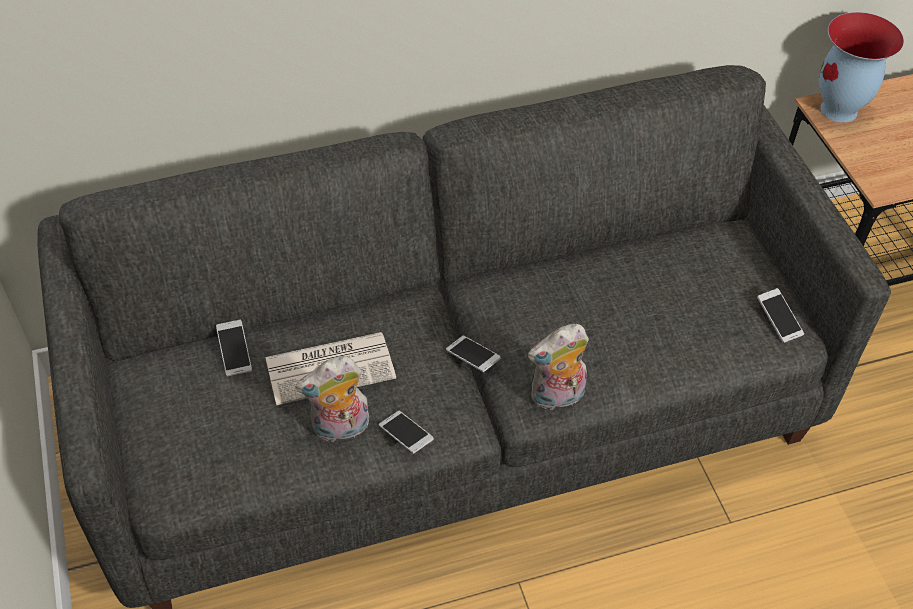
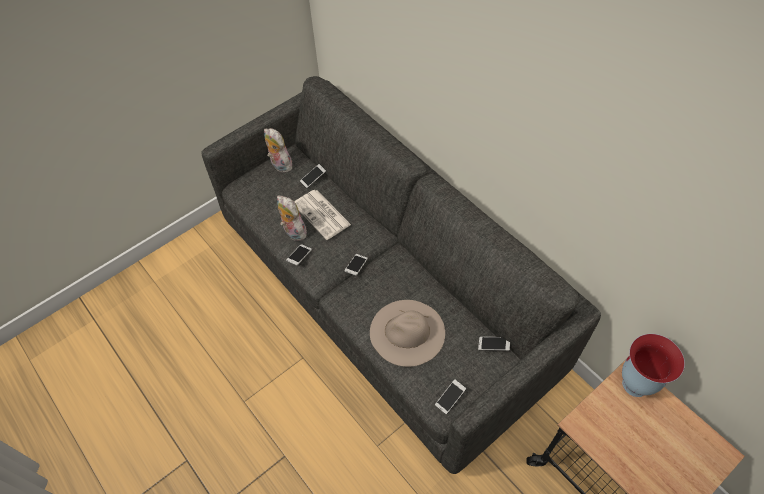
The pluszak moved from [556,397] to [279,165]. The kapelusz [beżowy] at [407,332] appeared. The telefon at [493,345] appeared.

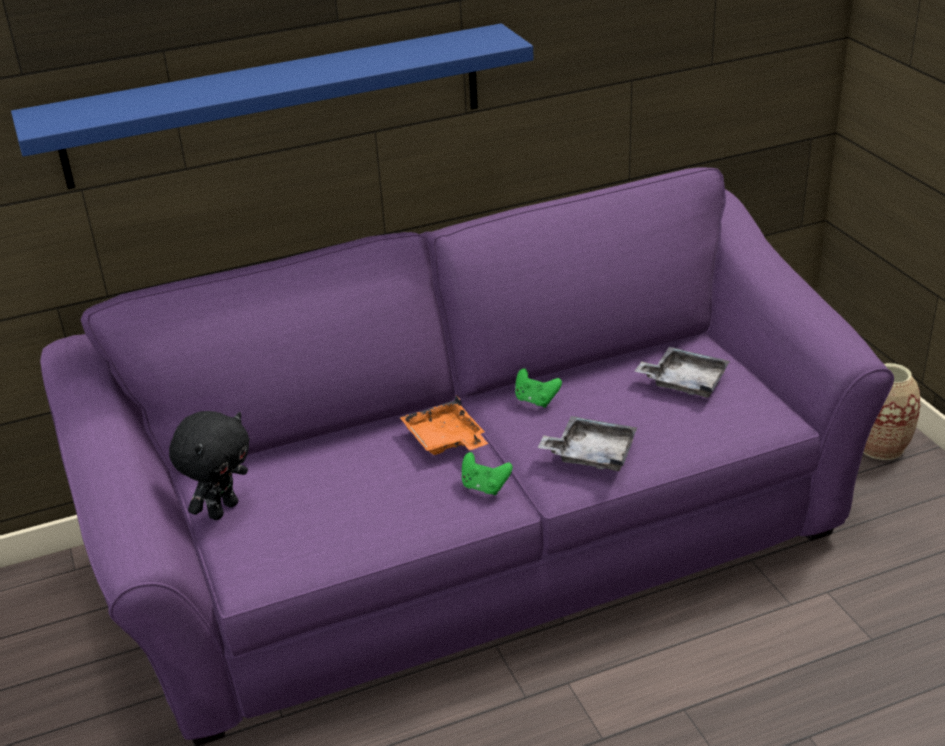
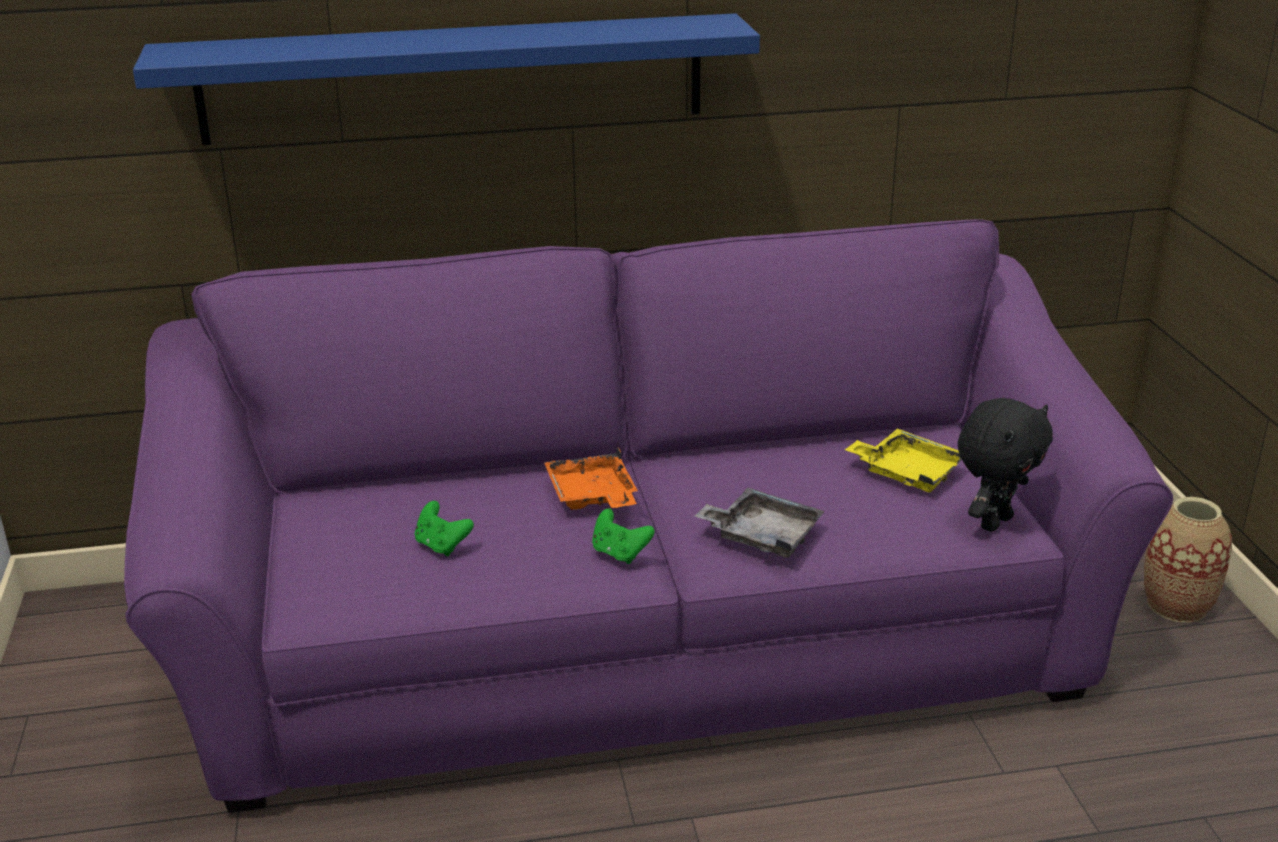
The taca [szary] at [684,382] became the taca [żółty] at [907,472]. The pad do gier [zielony] moved from [536,400] to [442,545]. The pluszak [czarny] moved from [222,509] to [994,522].

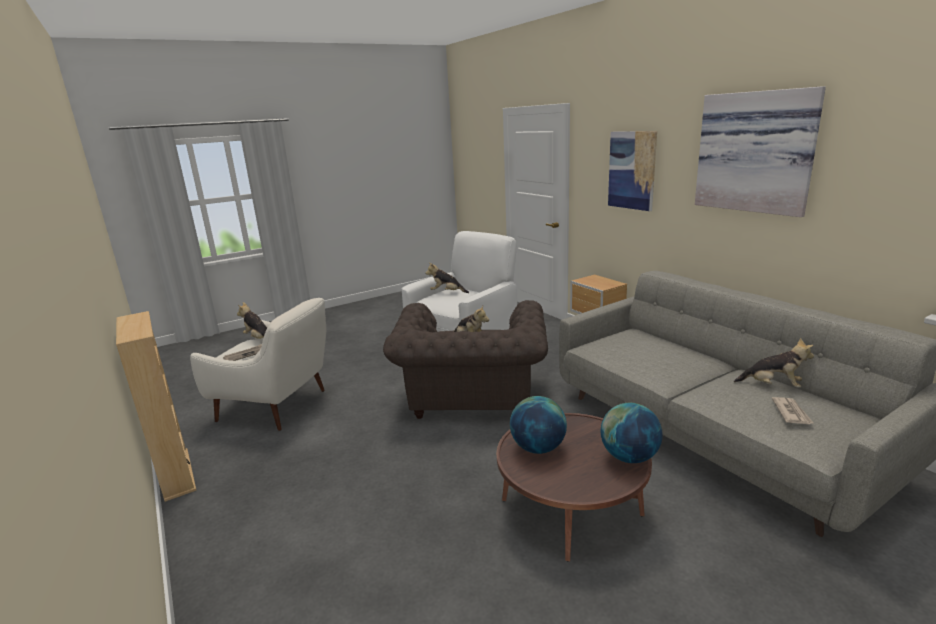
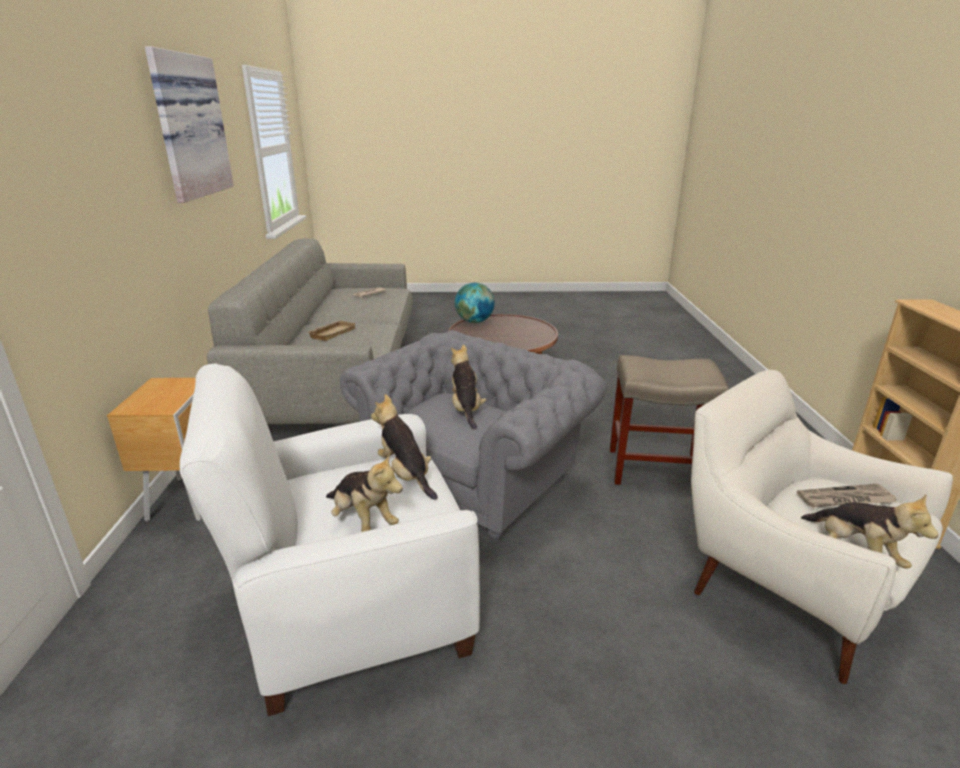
The obraz at [632,170] disappeared. The fotel [brązowy] at [471,399] became the fotel [szary] at [476,478]. The pluszak moved from [772,386] to [406,475]. The globus at [538,448] disappeared. The taca [beżowy] at [332,333] appeared. The stołek [beżowy] at [654,469] appeared.

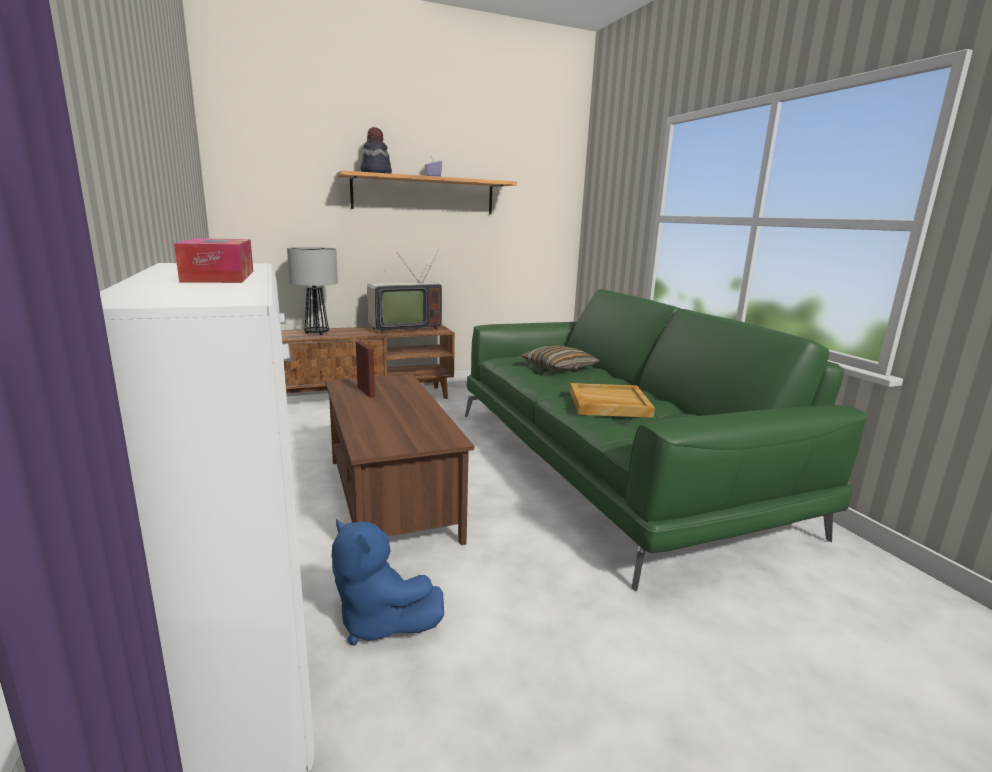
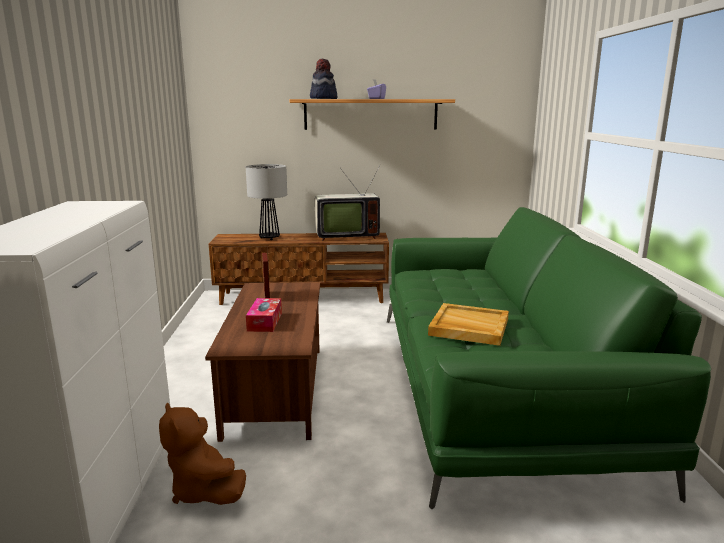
The pudełko chusteczek moved from [219,276] to [265,322]. The poduszka at [559,368] disappeared. The pluszak [niebieski] at [379,622] became the pluszak [brązowy] at [204,491].

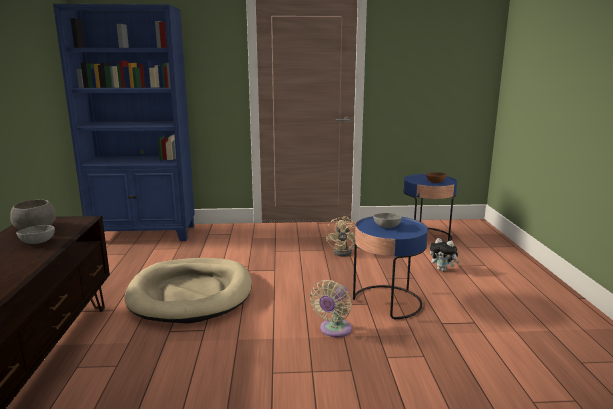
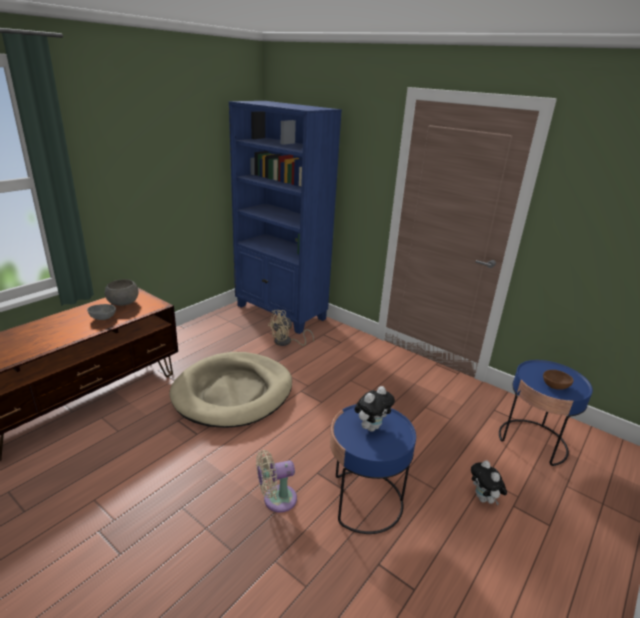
The miska [szary] at [386,226] was replaced by the pluszak at [371,427]. The wentylator [beżowy] moved from [346,252] to [286,342].

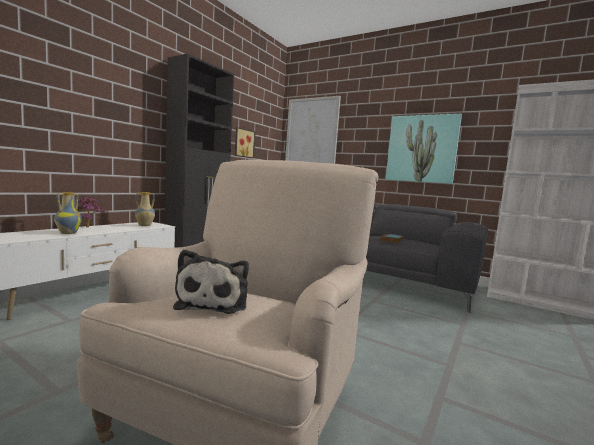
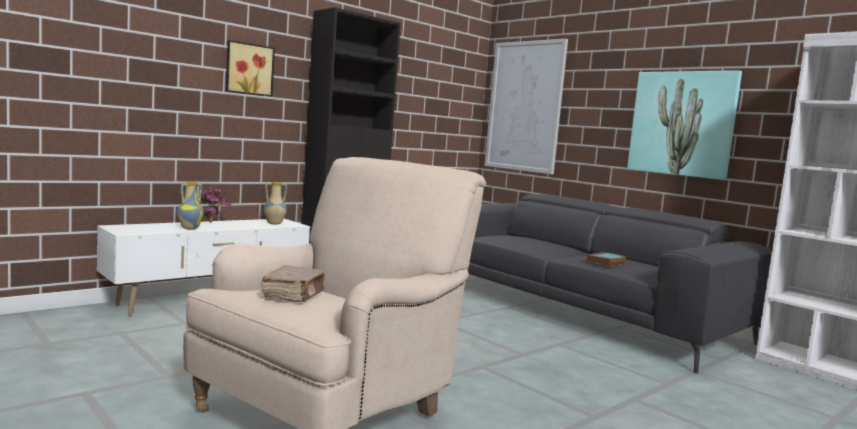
The obraz moved from [243,143] to [249,69]. The pluszak at [214,302] was replaced by the książka [brązowy] at [294,295].

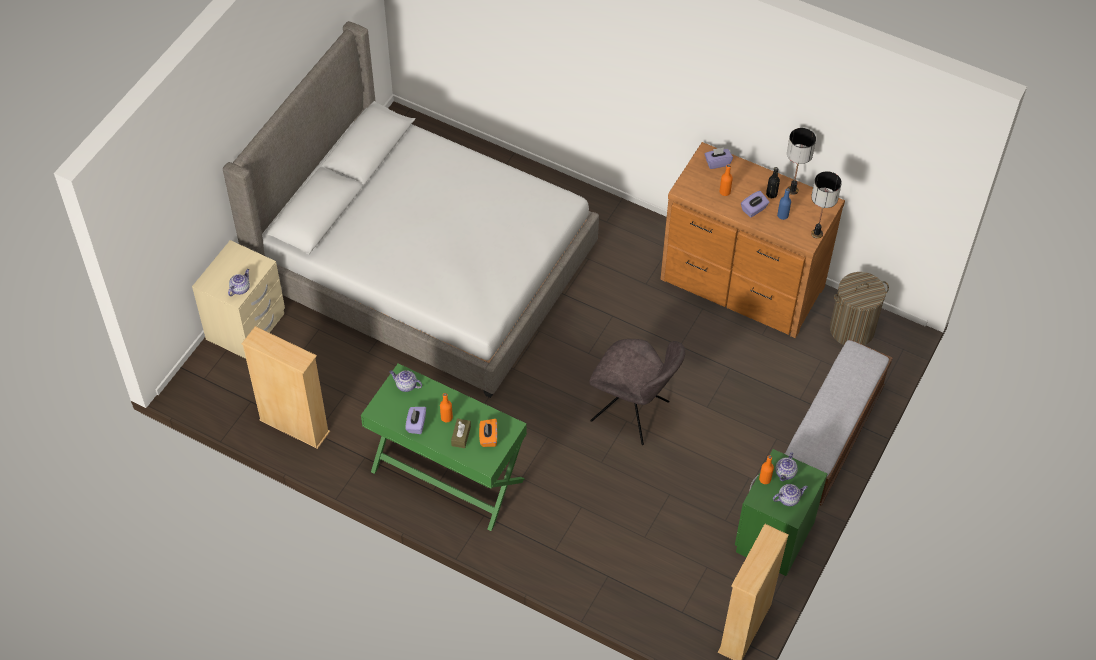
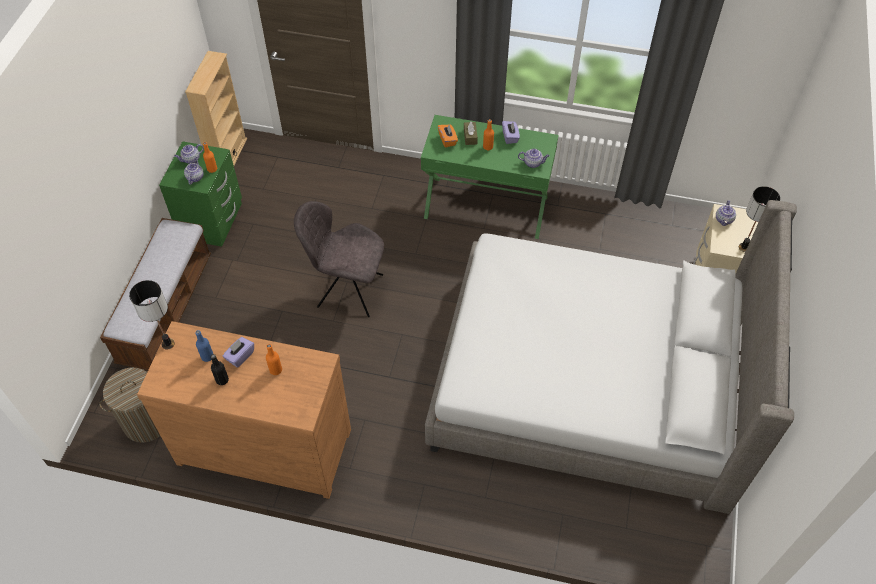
The lampa stołowa moved from [792,190] to [744,247]. The pudełko chusteczek [fioletowy] at [717,163] disappeared. The regał [beżowy] at [294,426] disappeared.

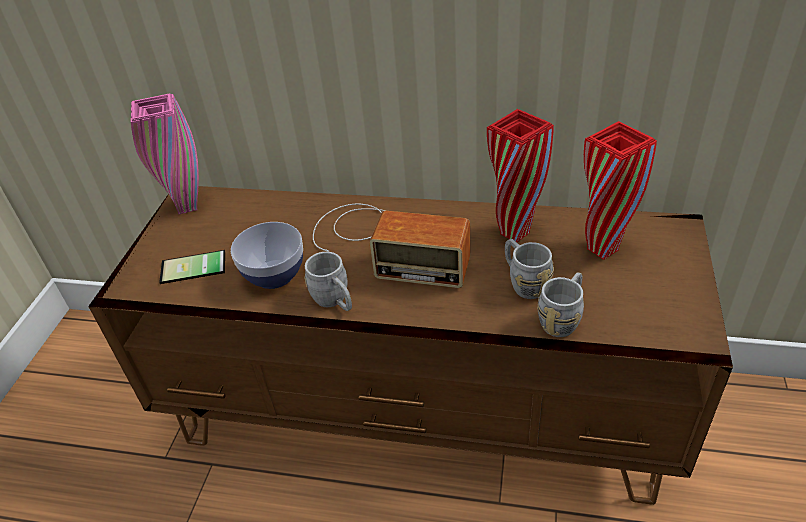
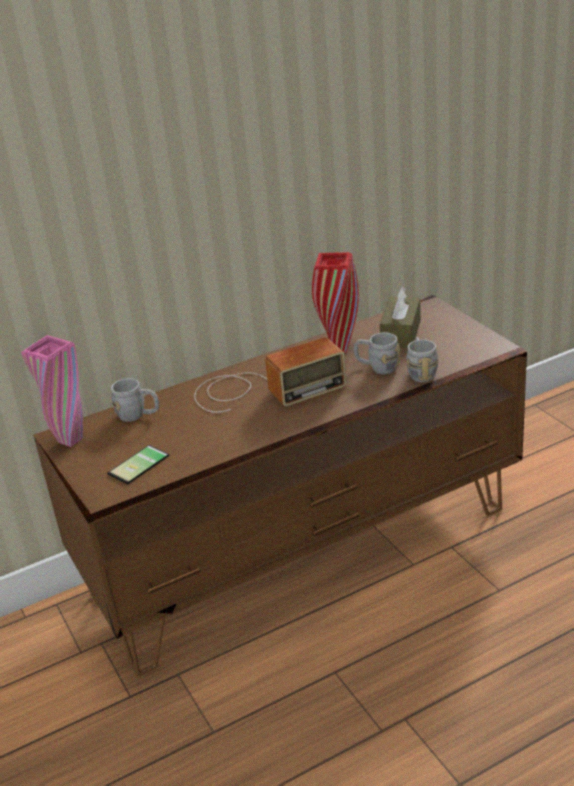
The wazon [czerwony] at [602,249] was replaced by the pudełko chusteczek [brązowy] at [401,333]. The miska at [274,275] disappeared. The kubek [szary] moved from [335,301] to [138,415].

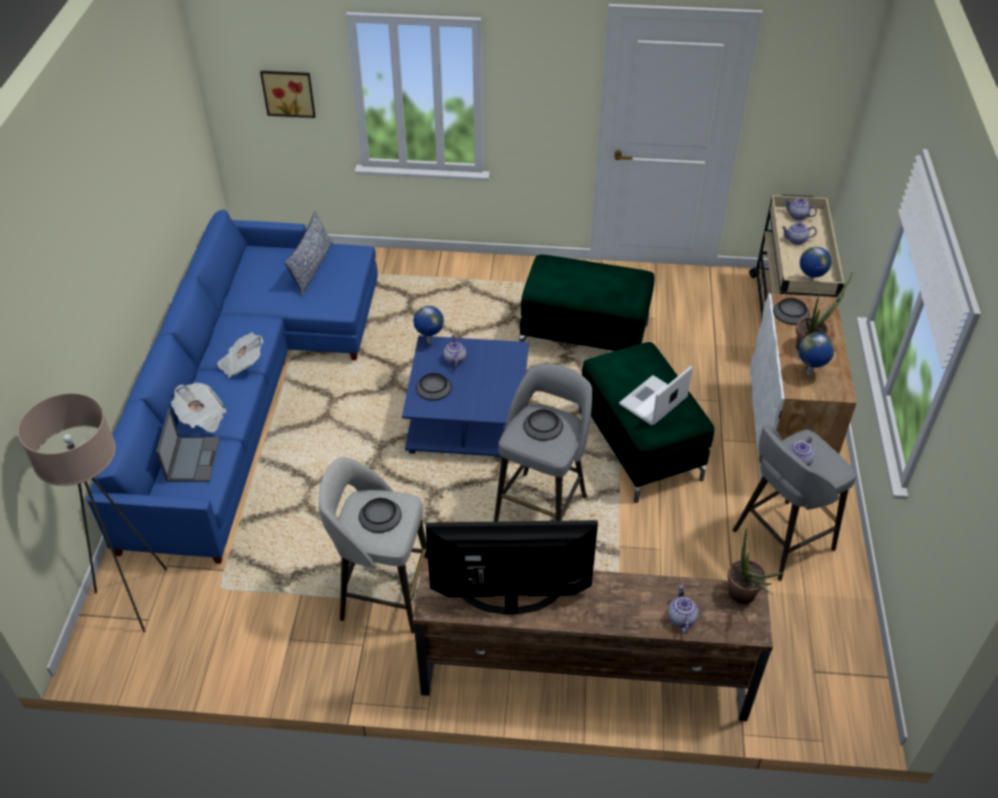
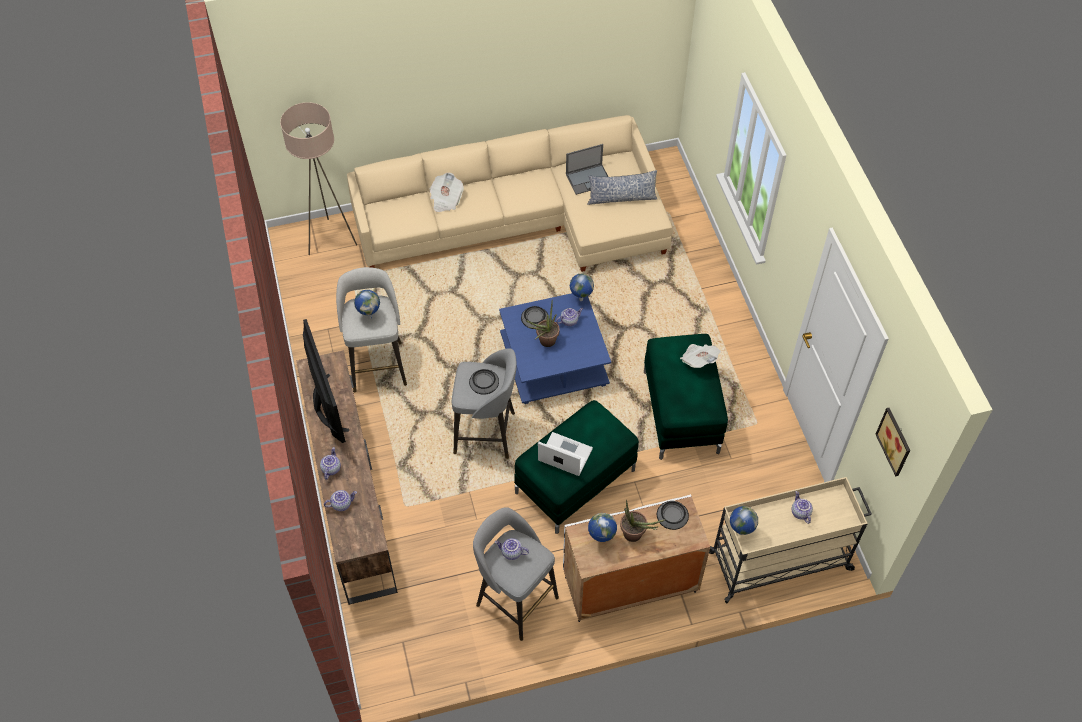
The obraz moved from [289,92] to [896,441]. The imbryk moved from [797,216] to [330,468]. The kanapa [niebieski] at [245,389] became the kanapa [beżowy] at [523,220]. The gazeta moved from [242,364] to [699,360]. The laptop moved from [193,459] to [589,179]. The miska at [380,515] was replaced by the globus at [369,316]. The roślina doniczkowa moved from [745,598] to [544,342].

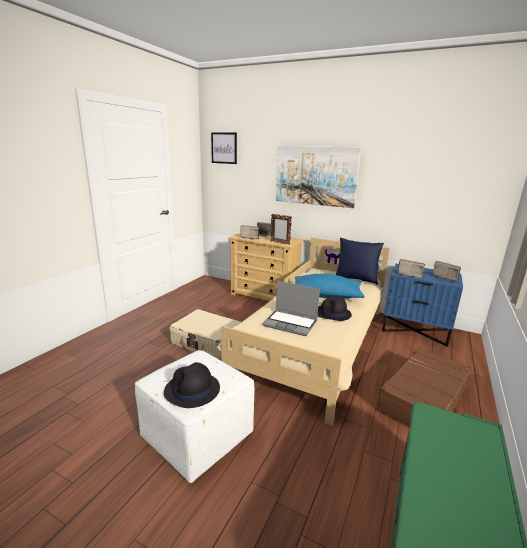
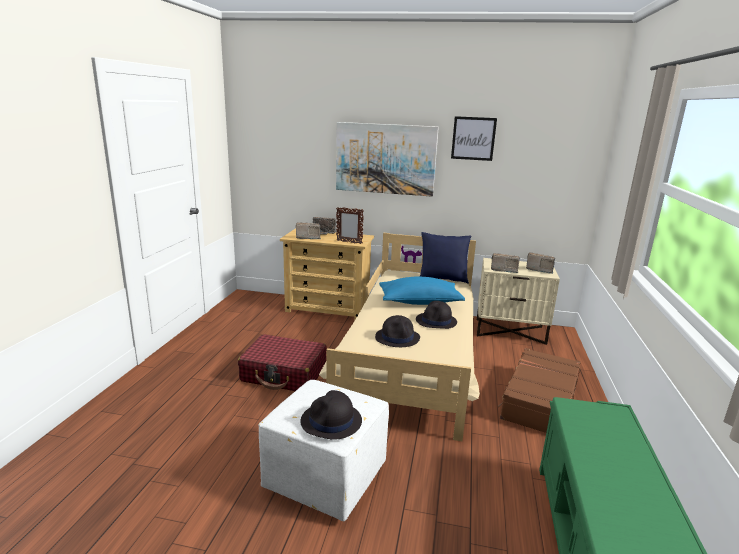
The obraz moved from [224,148] to [473,138]. The szafka nocna [niebieski] at [415,330] became the szafka nocna [beżowy] at [510,331]. The laptop at [291,323] was replaced by the kapelusz [czarny] at [397,338]. The walizka [beżowy] at [207,342] became the walizka [czerwony] at [284,374].

